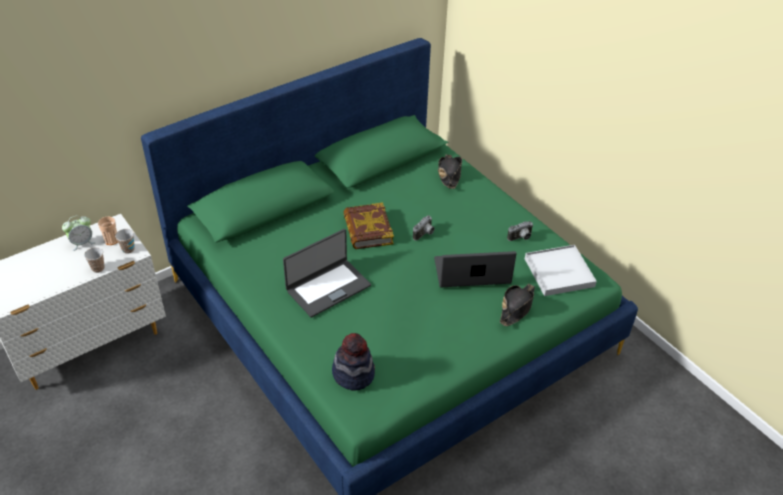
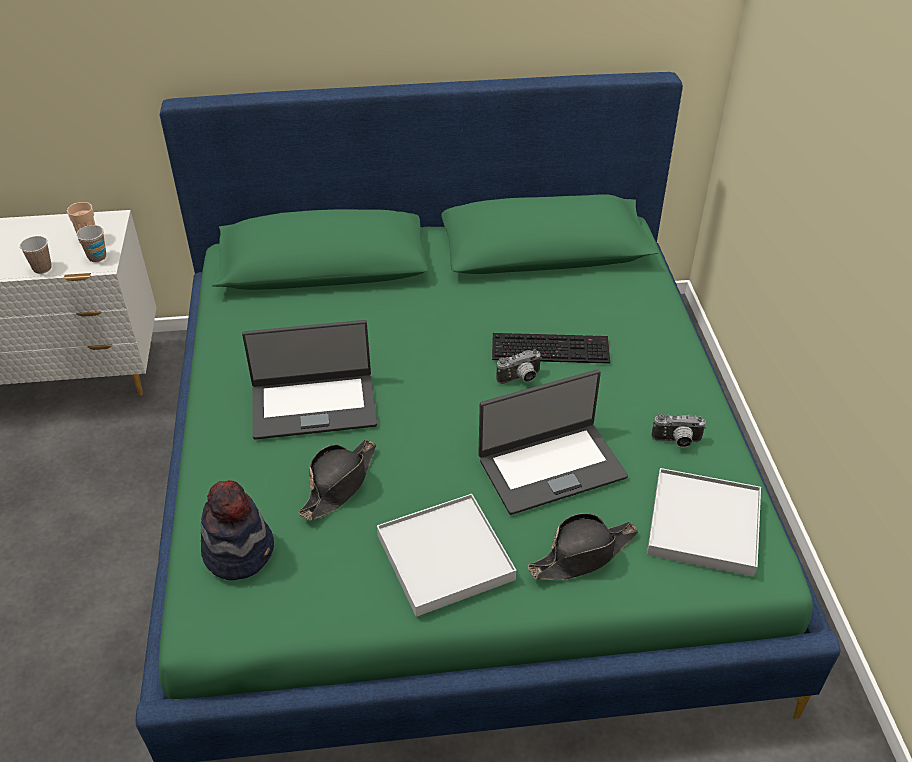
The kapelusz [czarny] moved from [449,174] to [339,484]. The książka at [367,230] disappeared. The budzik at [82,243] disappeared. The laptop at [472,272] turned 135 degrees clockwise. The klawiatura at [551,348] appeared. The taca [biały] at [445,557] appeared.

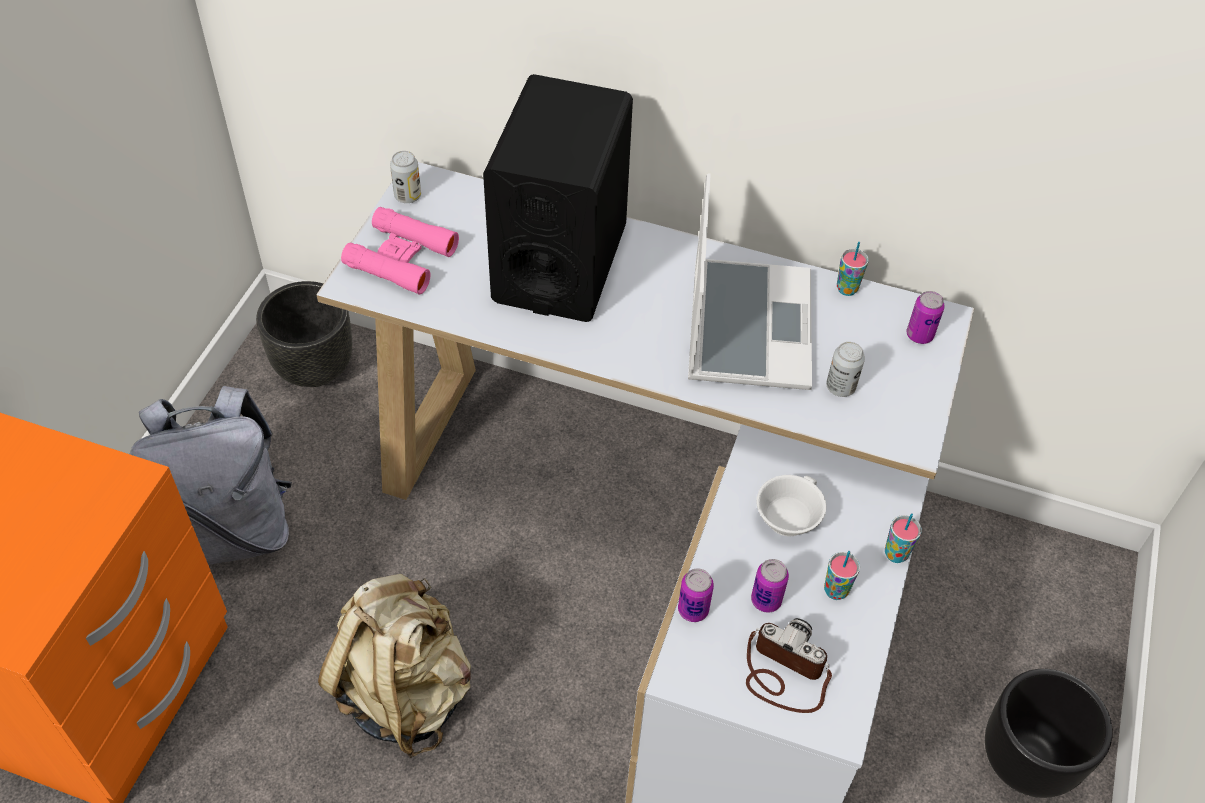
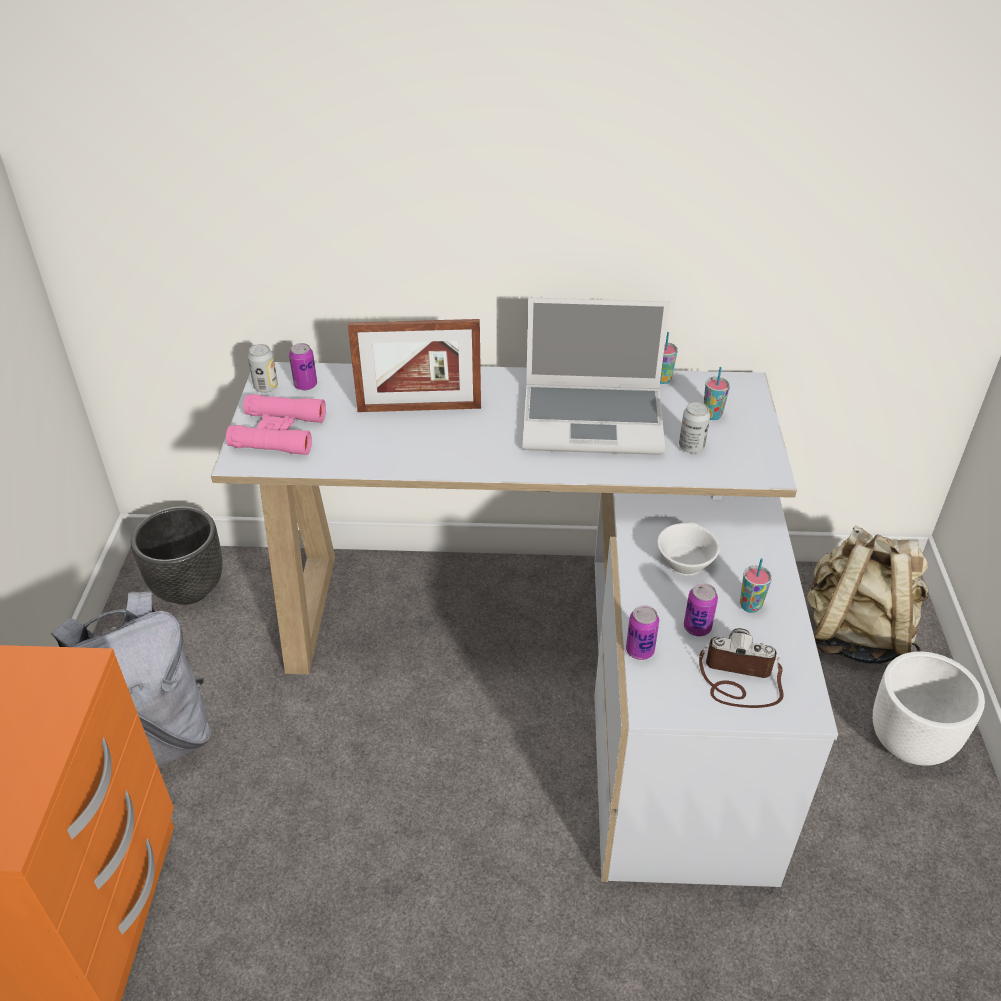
The głośnik [czarny] at [560,263] was replaced by the ramka na zdjęcie at [419,408]. The laptop at [746,325] turned 105 degrees clockwise. The puszka moved from [919,335] to [305,385]. The filiżanka moved from [896,554] to [712,415]. The plecak [beżowy] moved from [405,691] to [854,634]. The donica [czarny] at [1027,762] became the donica [biały] at [910,743].

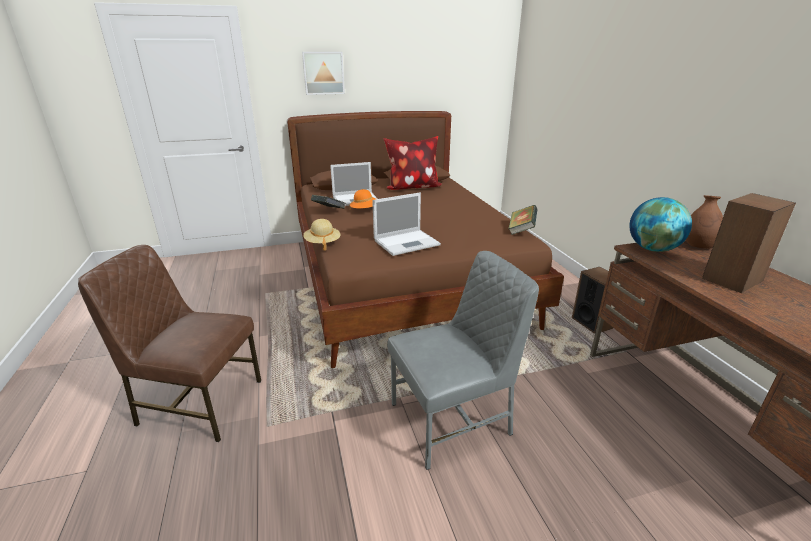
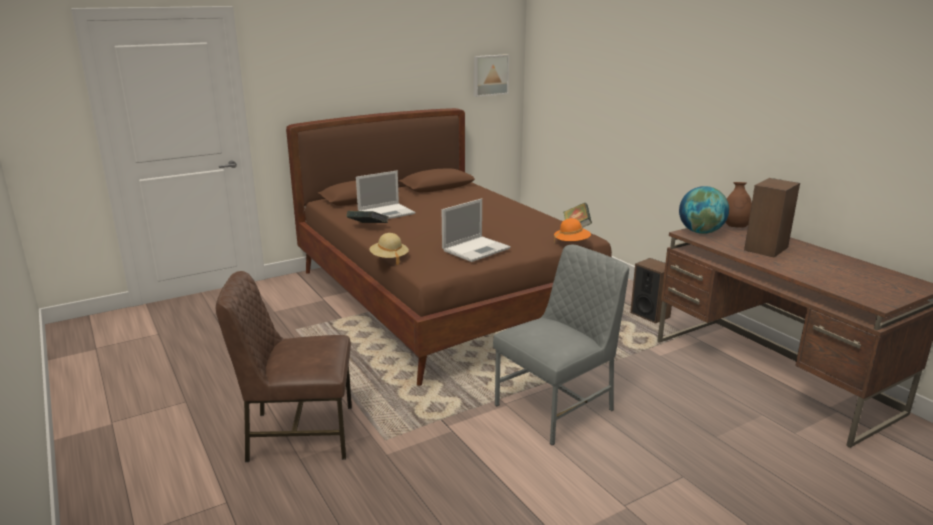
The obraz moved from [323,73] to [490,75]. The poduszka at [412,187] disappeared. The kapelusz [pomarańczowy] moved from [365,210] to [571,243].

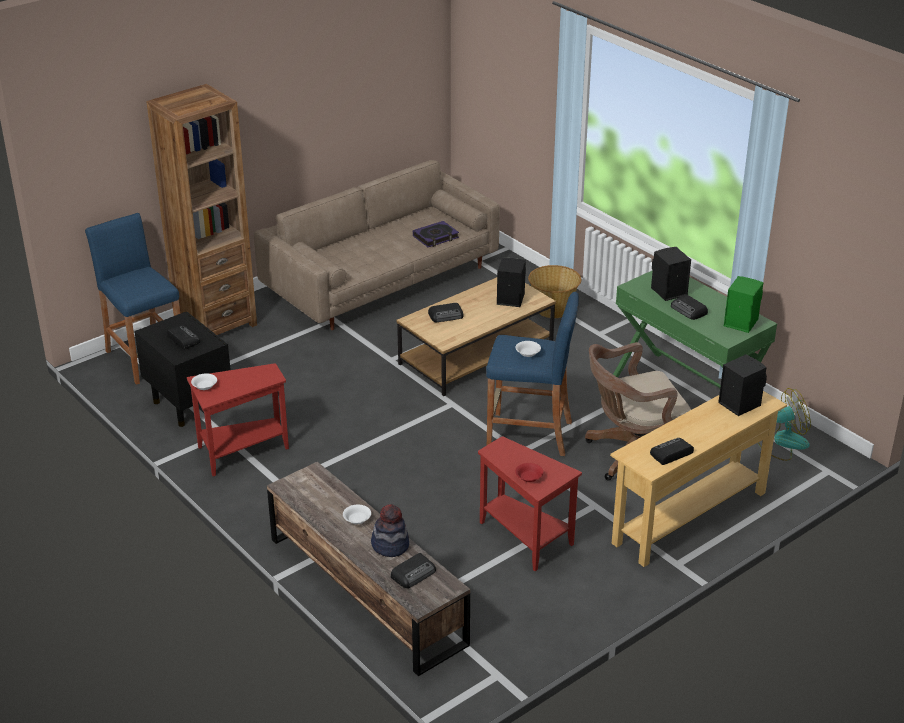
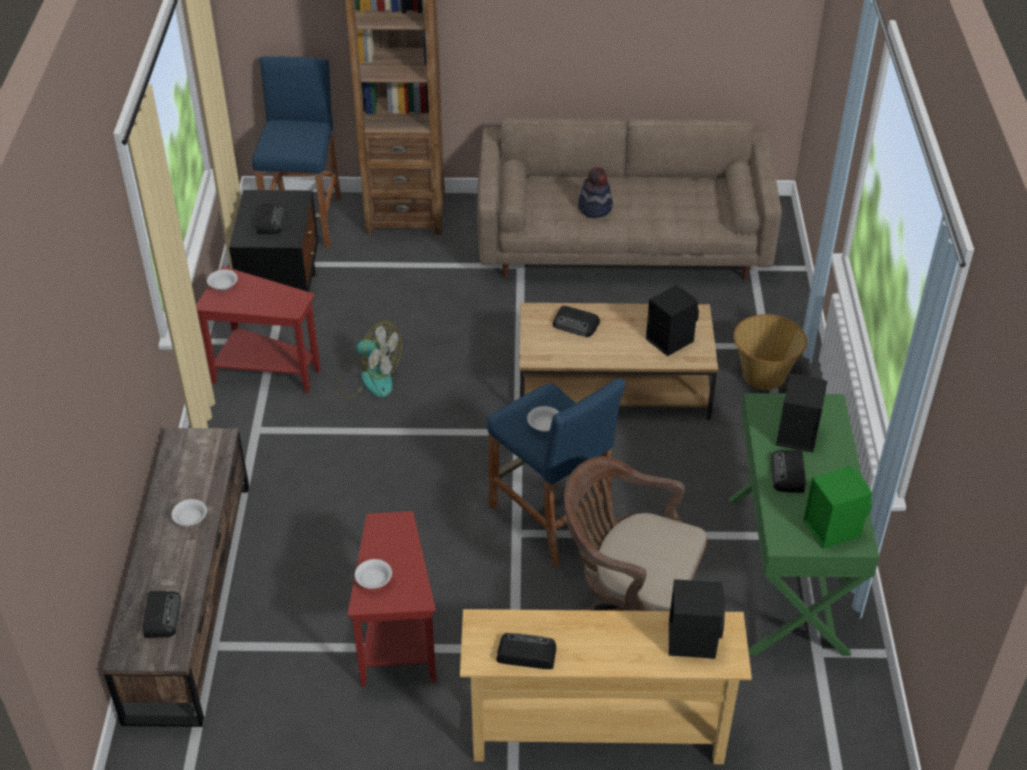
The książka at [435,237] disappeared. The wentylator moved from [783,442] to [369,379]. The miska [czerwony] at [529,477] became the miska [biały] at [374,580]. The kapelusz moved from [390,545] to [595,207]. The radio at [414,573] turned 90 degrees counterclockwise.

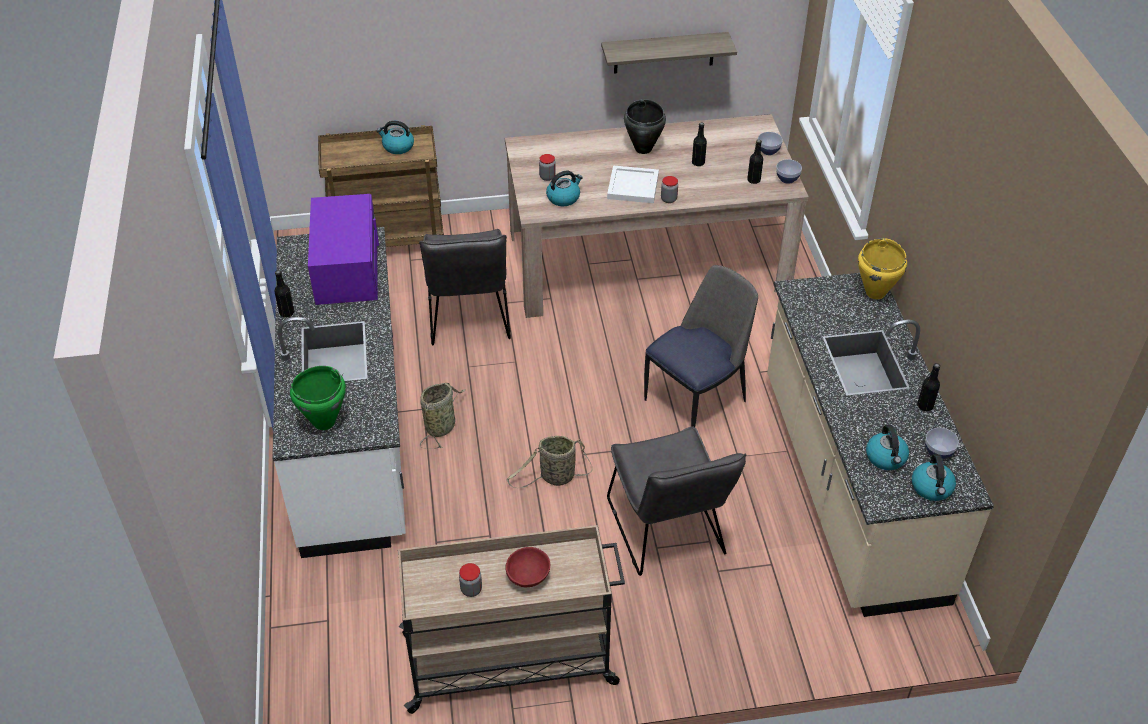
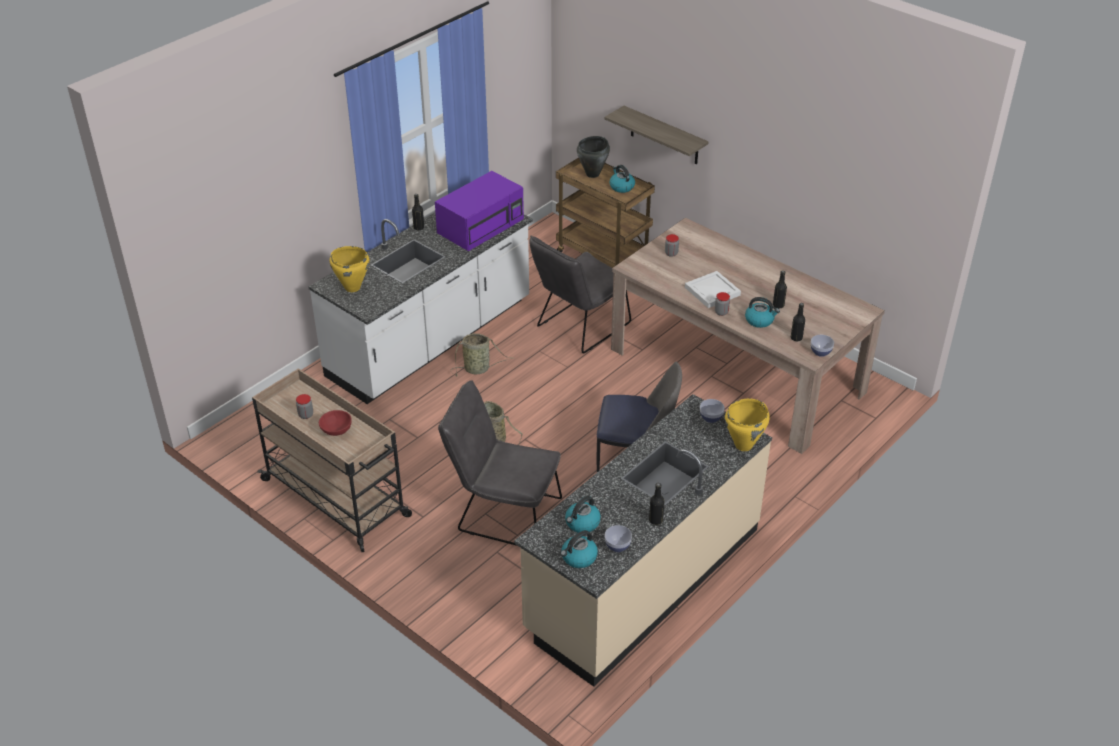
The półka moved from [664,52] to [664,136]. The garnek [czarny] moved from [643,148] to [593,174]. The miska moved from [768,151] to [711,418]. The czajnik moved from [563,197] to [760,320]. The garnek [zielony] at [323,422] became the garnek [żółty] at [352,287]. The krzesło [szary] at [668,533] turned 75 degrees clockwise.

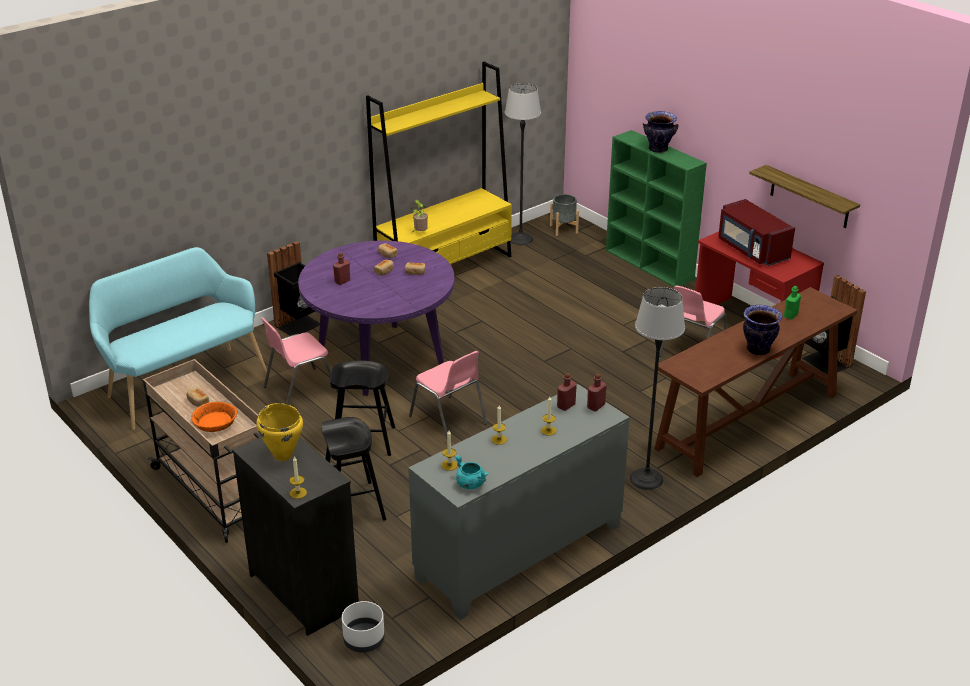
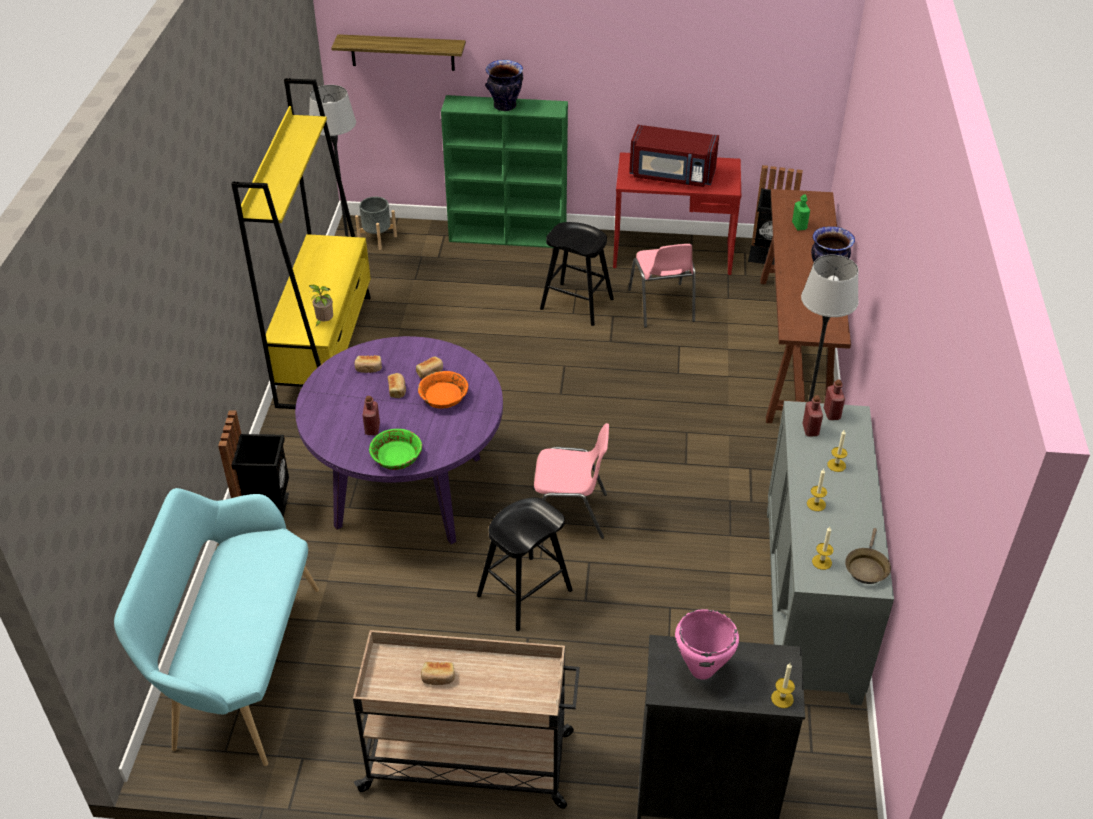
The półka moved from [809,197] to [402,52]. The krzesło [różowy] at [299,389] disappeared. The miska [pomarańczowy] moved from [215,424] to [443,397]. The garnek [żółty] at [283,455] became the garnek [różowy] at [701,669]. The stołek [czarny] moved from [353,505] to [576,304]. The garnek [turkusowy] at [470,484] was replaced by the patelnia [brązowy] at [866,567]. The donica [biały] at [364,639] disappeared. The miska [zielony] at [396,457] appeared.

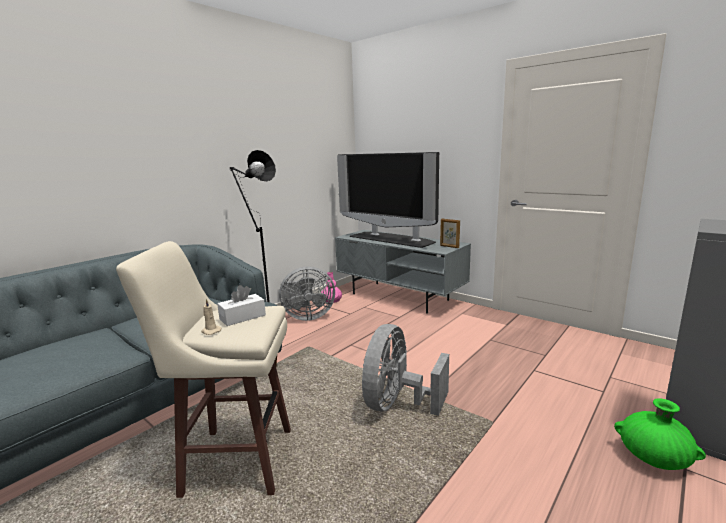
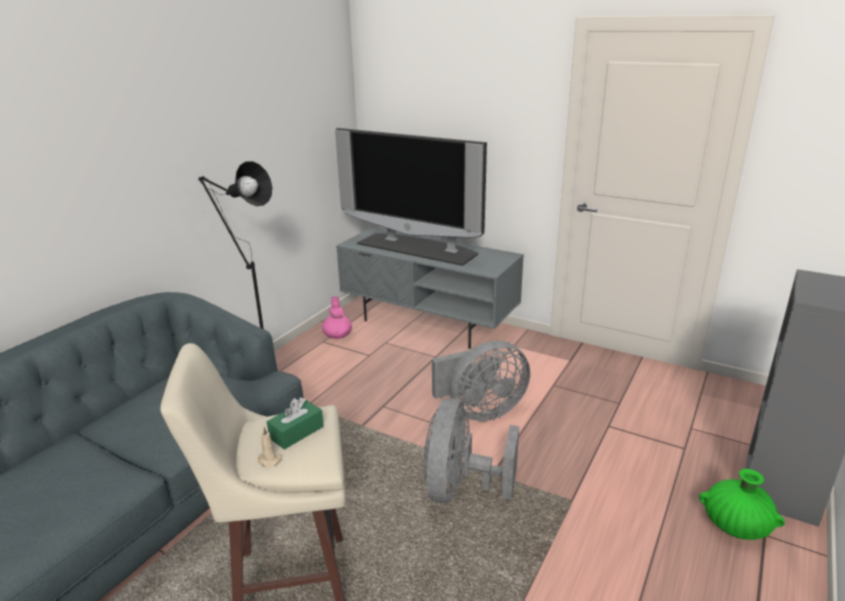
The ramka na zdjęcie at [449,246] disappeared. The wentylator [szary] moved from [306,316] to [480,411]. The pudełko chusteczek [biały] at [242,317] became the pudełko chusteczek [zielony] at [296,432].

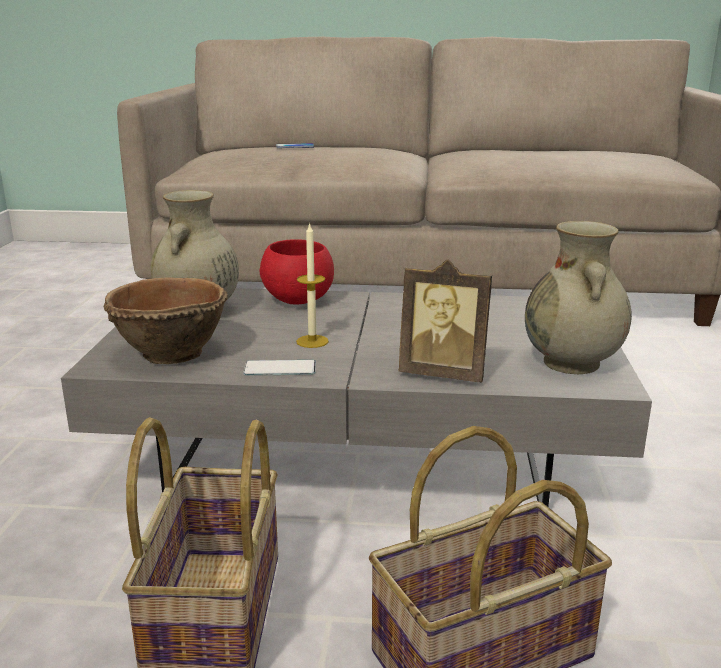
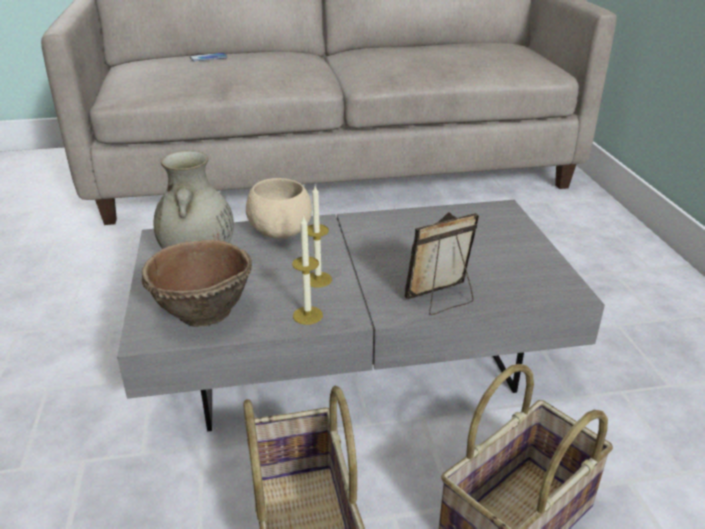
The wazon [beżowy] at [572,364] disappeared. The miska [czerwony] at [297,301] became the miska [beżowy] at [279,233]. The ramka na zdjęcie at [443,373] turned 150 degrees clockwise. The telefon at [280,368] was replaced by the świeca at [307,315].

